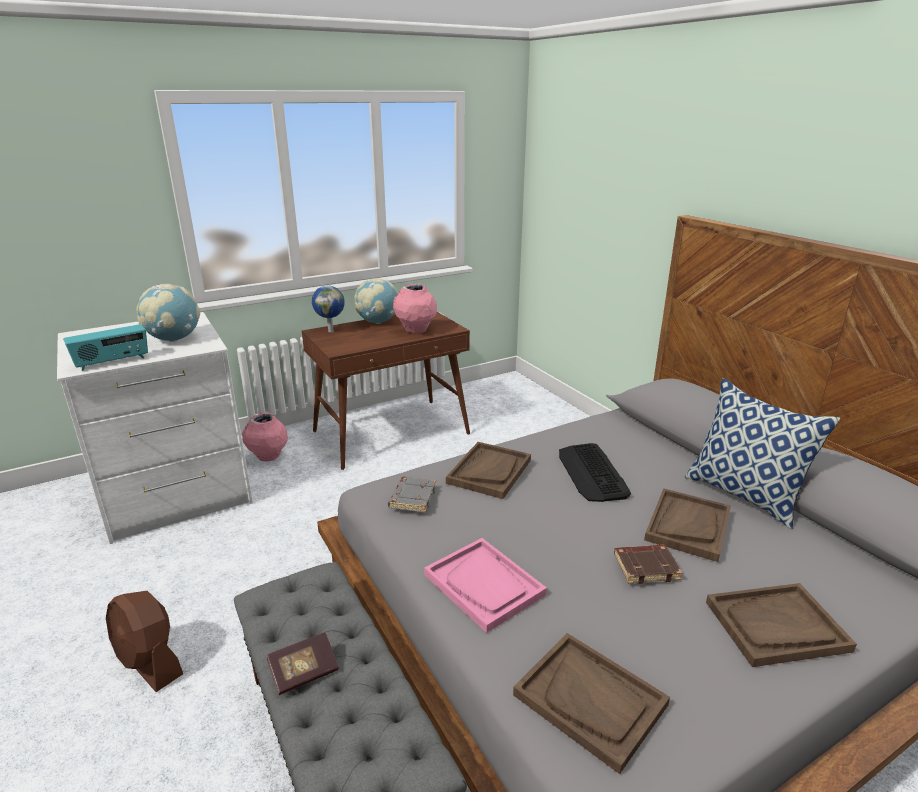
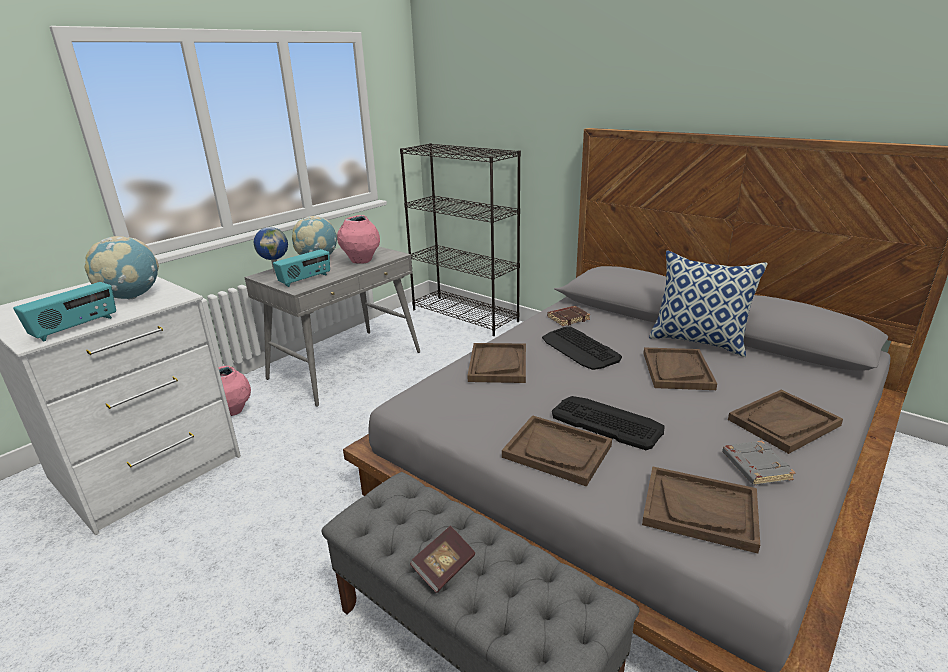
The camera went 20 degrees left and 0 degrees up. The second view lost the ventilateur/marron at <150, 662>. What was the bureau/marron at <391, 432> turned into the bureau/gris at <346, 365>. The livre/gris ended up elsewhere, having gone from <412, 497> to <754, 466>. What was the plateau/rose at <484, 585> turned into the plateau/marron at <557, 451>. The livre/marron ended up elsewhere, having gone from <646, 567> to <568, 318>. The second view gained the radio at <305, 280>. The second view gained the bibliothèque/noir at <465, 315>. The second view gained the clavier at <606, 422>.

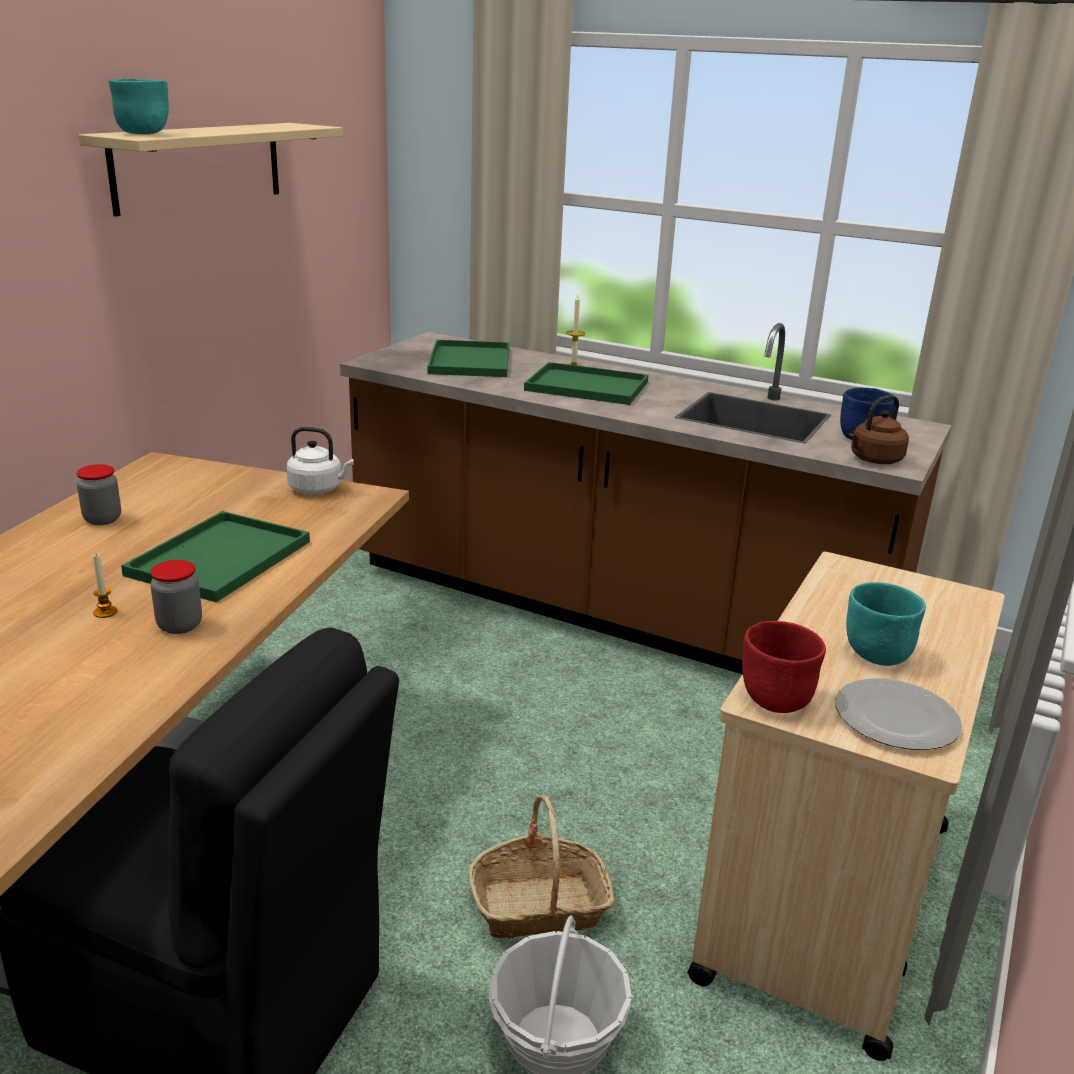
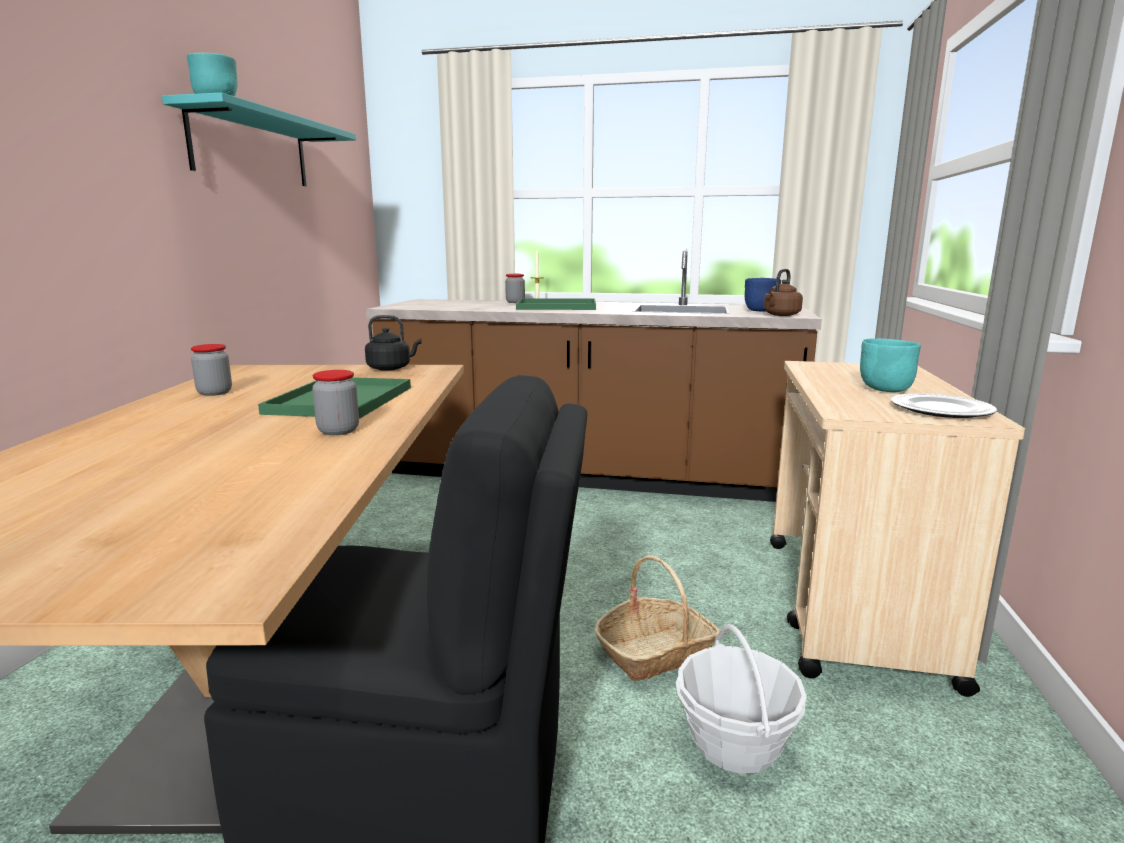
The camera went 15 degrees left and 10 degrees down. What was the étagère/beige at <199, 166> turned into the étagère/turquoise at <251, 149>. The second view lost the bougie at <105, 612>. What was the bouilloire/blanc at <318, 489> turned into the bouilloire/noir at <391, 368>. The second view lost the plateau/vert at <471, 362>. The second view lost the bol/rouge at <774, 701>. The second view gained the bocal at <515, 302>.

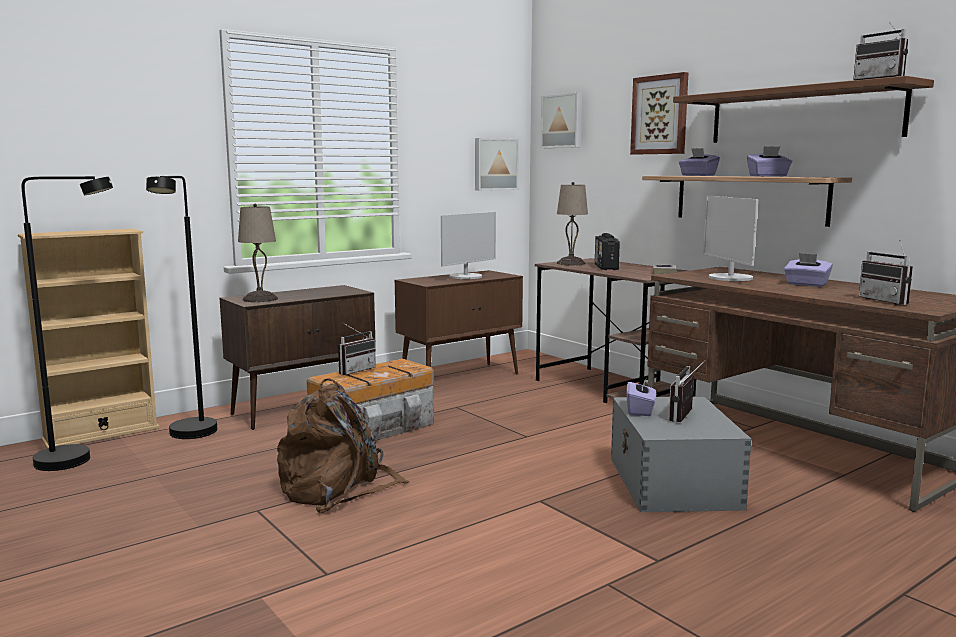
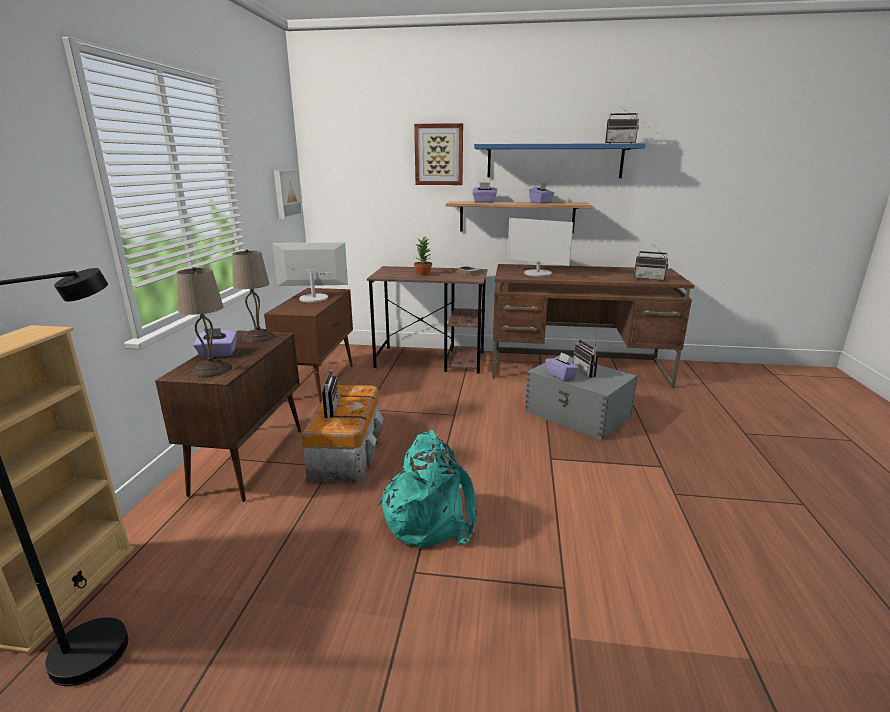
The camera went 45 degrees left and 10 degrees up. The second view lost the lampadaire/noir at <191, 436>. What was the sac à dos/marron at <338, 489> turned into the sac à dos/turquoise at <430, 517>. The écran d'ordinateur at <466, 276> ended up facing another way, 90 degrees counterclockwise from before. The second view lost the tableau at <563, 121>. The lampe de table/beige ended up elsewhere, having gone from <570, 263> to <257, 337>. Where the radio stood at <606, 267>, the plante en pot came to stand at <423, 274>. What was the étagère/marron at <802, 115> turned into the étagère/bleu at <554, 161>. The boîte à mouchoirs/violet ended up elsewhere, having gone from <806, 284> to <217, 354>.

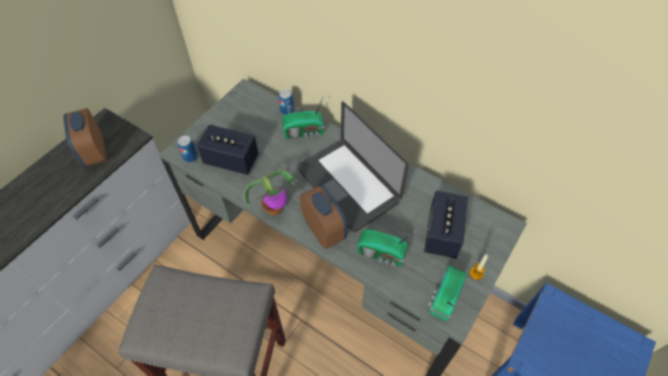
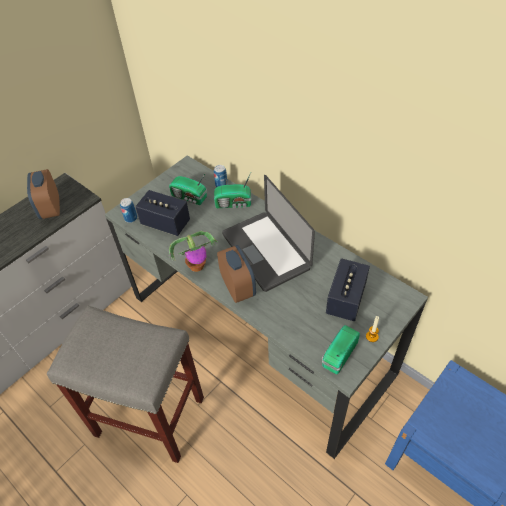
The camera went 10 degrees right and 5 degrees down. The radio ended up elsewhere, having gone from <382, 254> to <189, 197>.

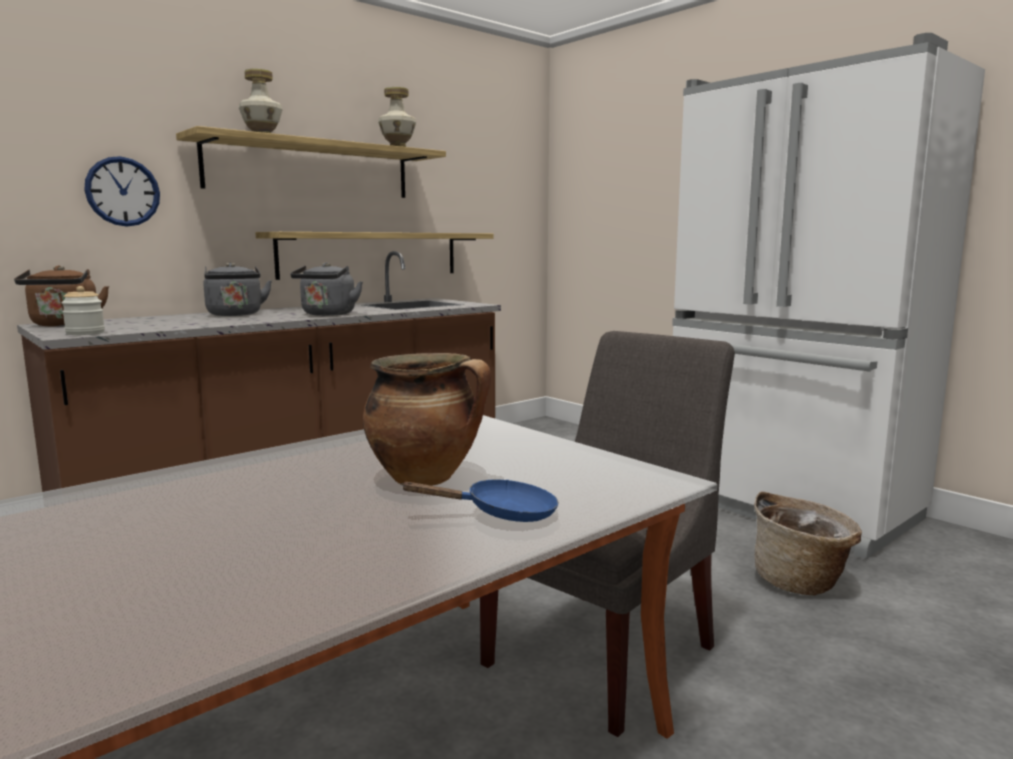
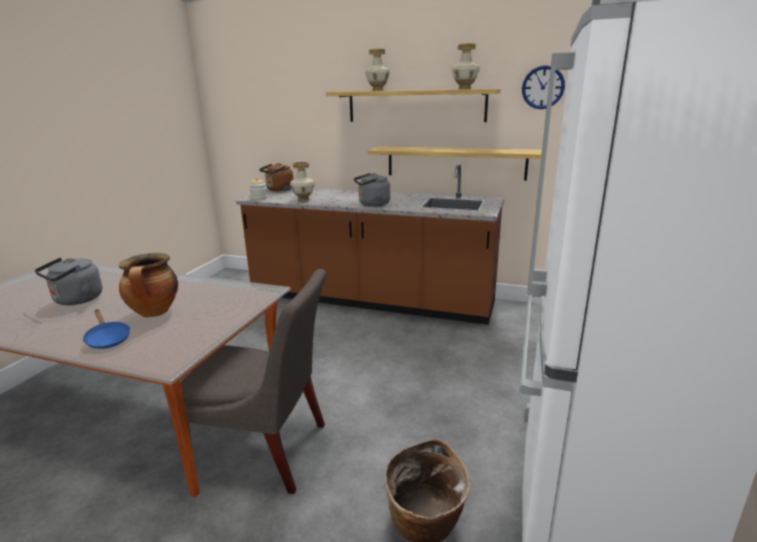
The camera went 60 degrees right and 10 degrees up. The horloge murale ended up elsewhere, having gone from <123, 191> to <543, 87>. The bouilloire/gris ended up elsewhere, having gone from <235, 315> to <76, 300>. The second view gained the vase at <304, 200>.

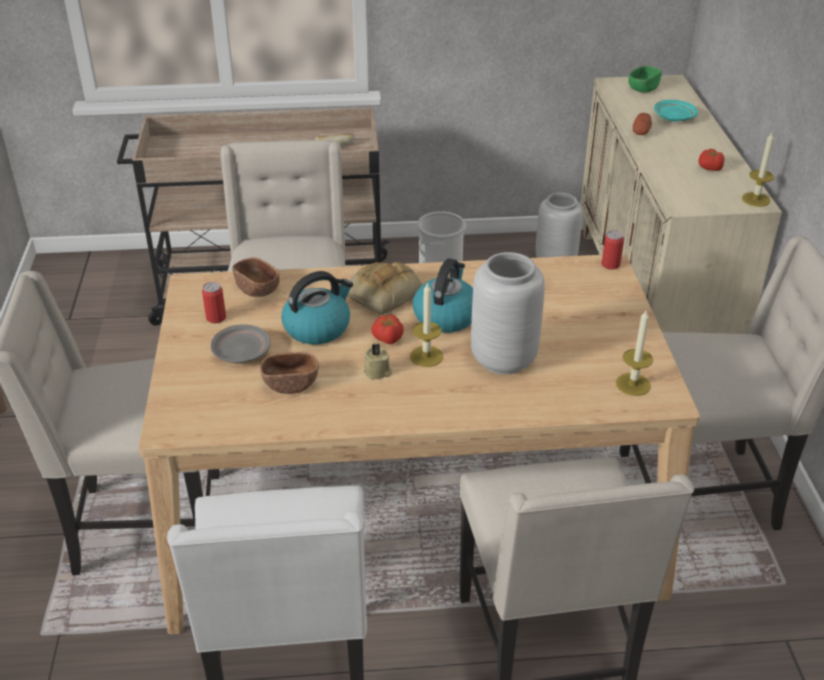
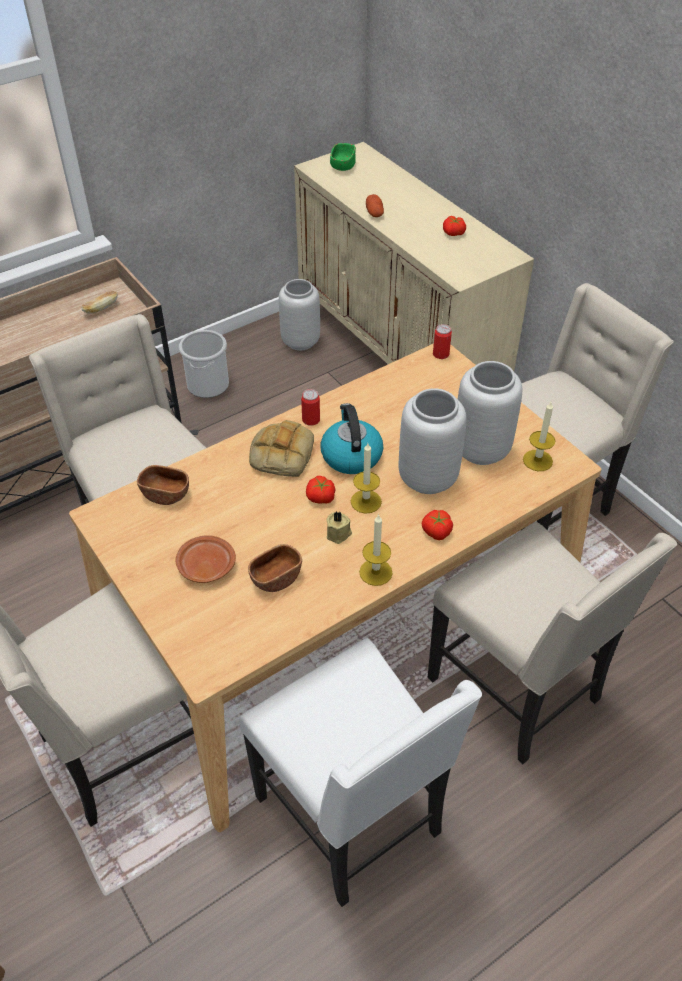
The camera went 30 degrees left and 10 degrees up. The boîte métallique ended up elsewhere, having gone from <216, 318> to <311, 420>. What was the assiette/gris at <241, 352> turned into the assiette/marron at <205, 566>. The second view lost the bouilloire at <318, 327>. The second view lost the assiette/turquoise at <673, 117>. The bougie ended up elsewhere, having gone from <756, 199> to <375, 572>. The second view gained the tomate at <436, 531>. The second view gained the vase/gris at <482, 451>.

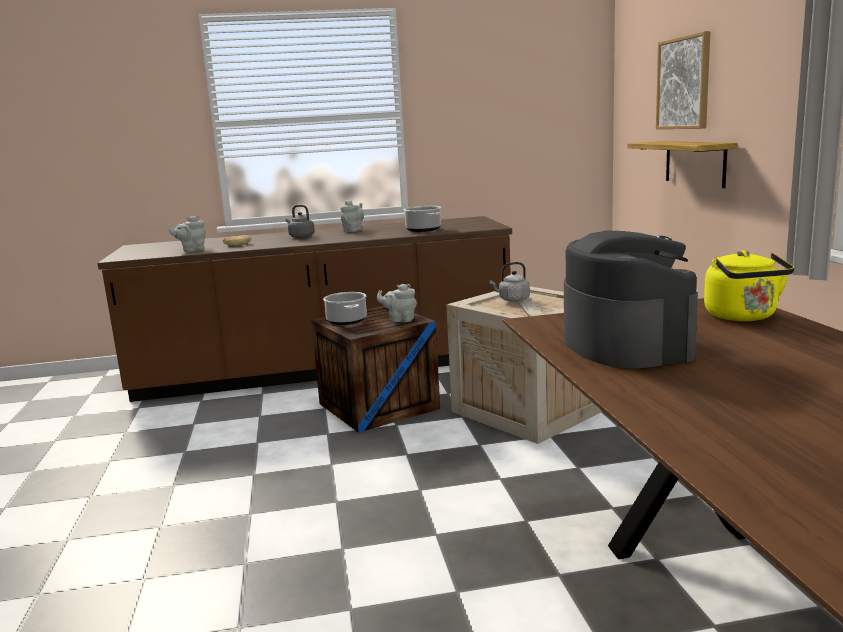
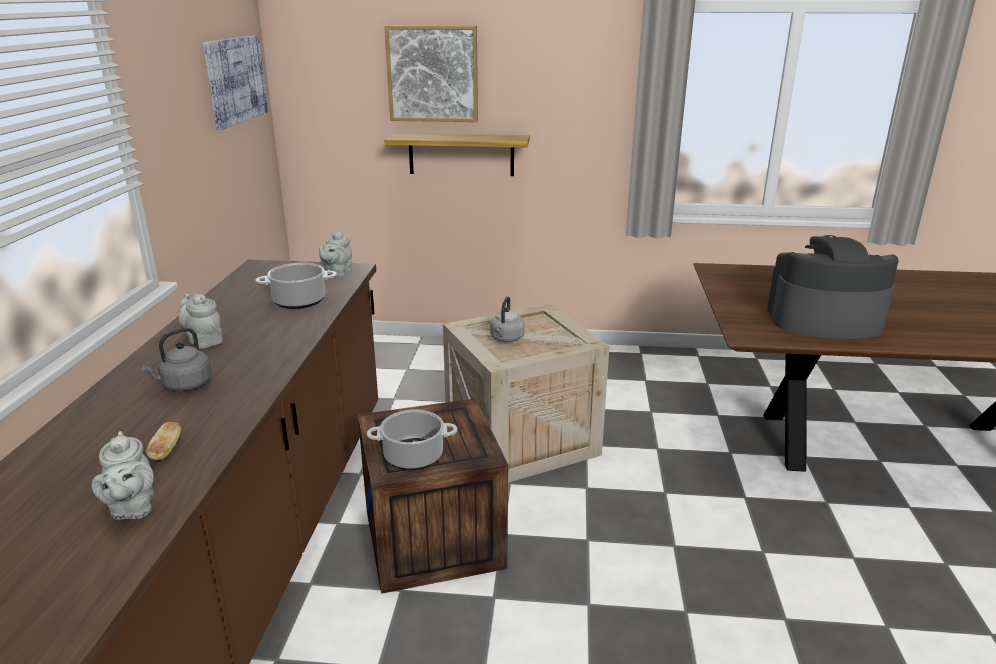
The camera went 75 degrees left and 10 degrees up. The théière/gris ended up elsewhere, having gone from <400, 320> to <337, 274>. The second view lost the bouilloire/jaune at <743, 317>. The second view gained the tableau at <235, 80>.

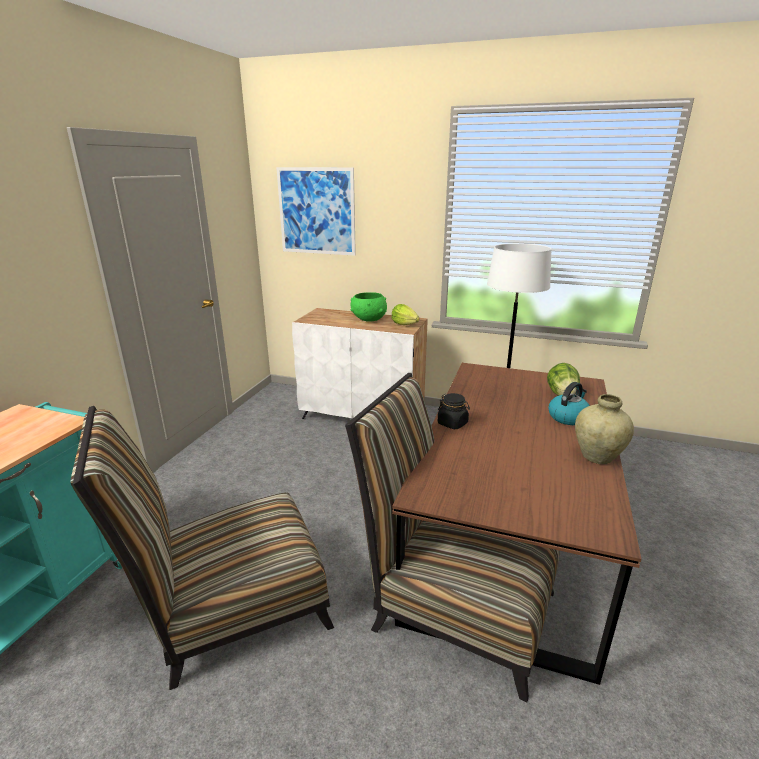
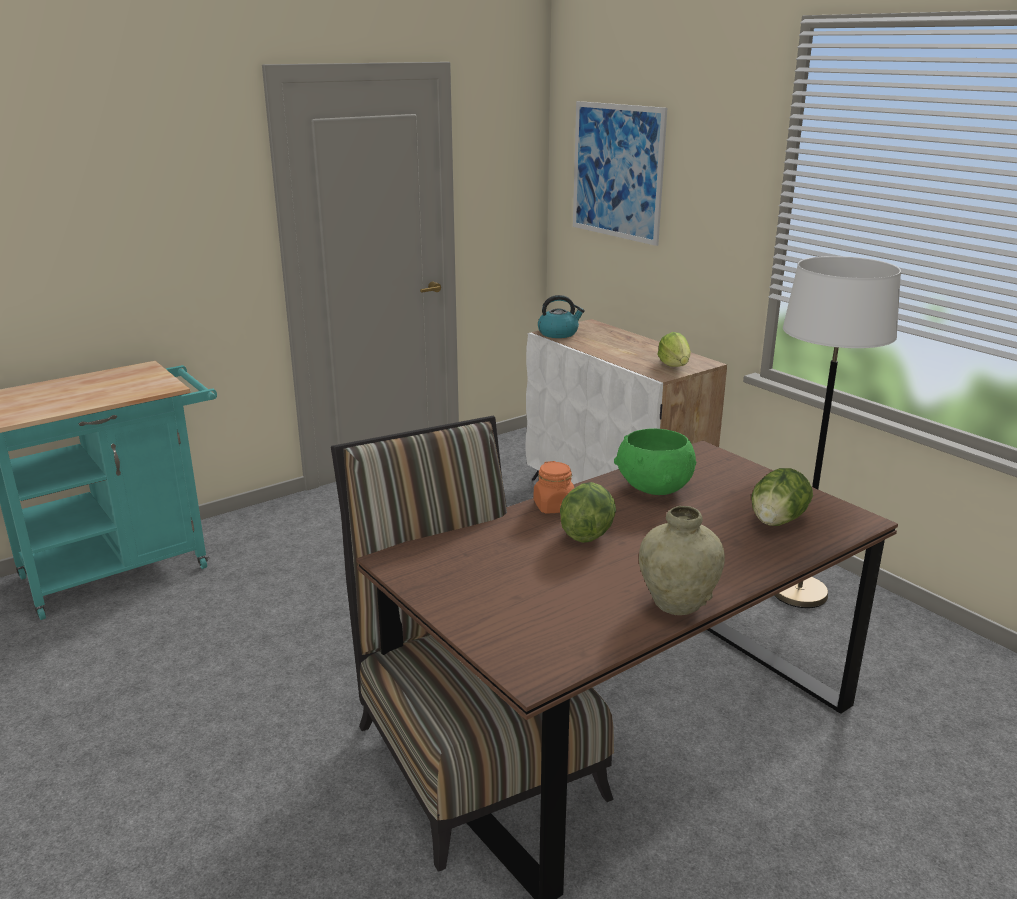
The camera went 35 degrees right and 0 degrees up. The second view lost the chaise at <230, 608>. The bol/vert ended up elsewhere, having gone from <368, 319> to <654, 488>. What was the bocal/noir at <452, 423> turned into the bocal/orange at <554, 506>. The bouilloire ended up elsewhere, having gone from <568, 417> to <558, 333>. The second view gained the laitue at <587, 534>.

